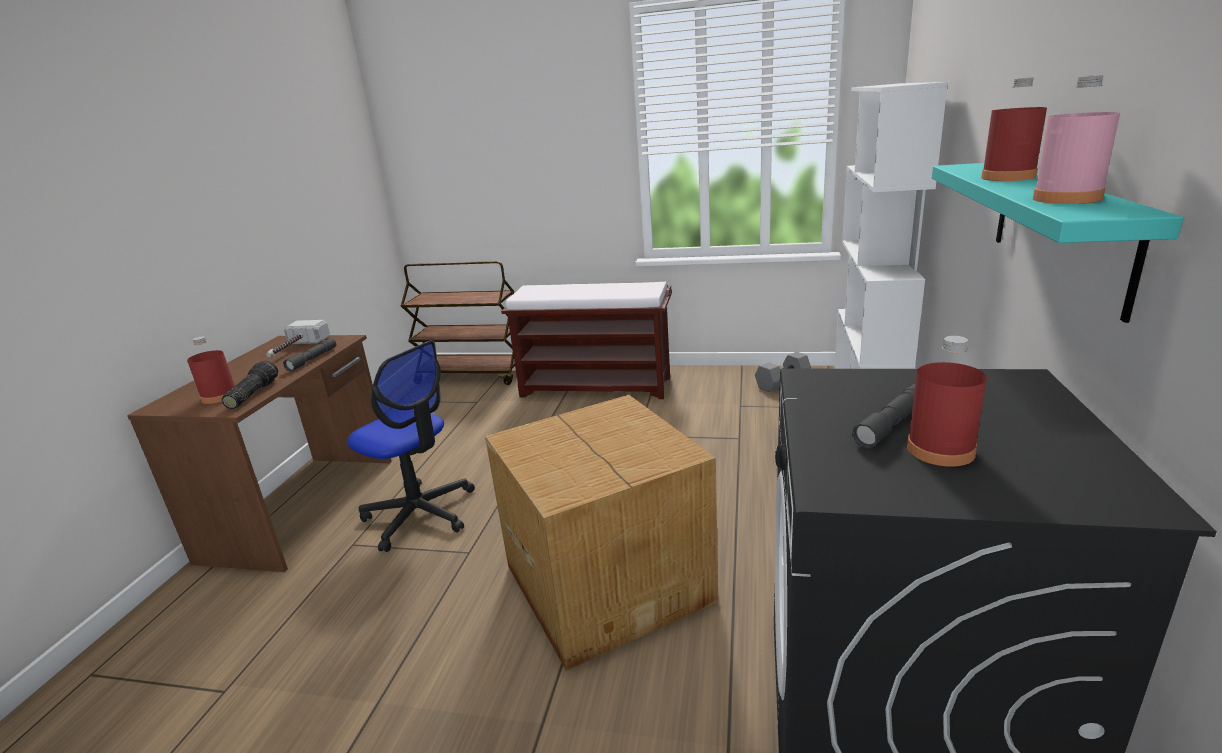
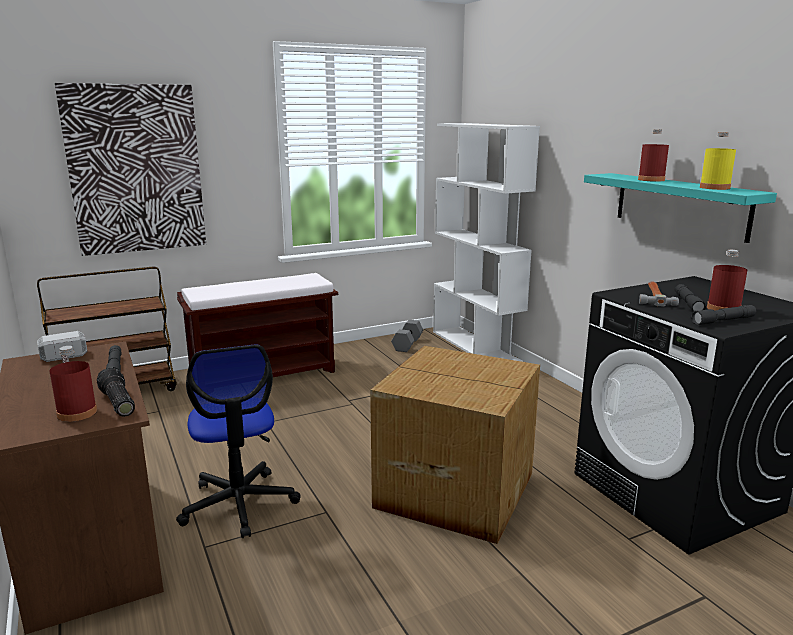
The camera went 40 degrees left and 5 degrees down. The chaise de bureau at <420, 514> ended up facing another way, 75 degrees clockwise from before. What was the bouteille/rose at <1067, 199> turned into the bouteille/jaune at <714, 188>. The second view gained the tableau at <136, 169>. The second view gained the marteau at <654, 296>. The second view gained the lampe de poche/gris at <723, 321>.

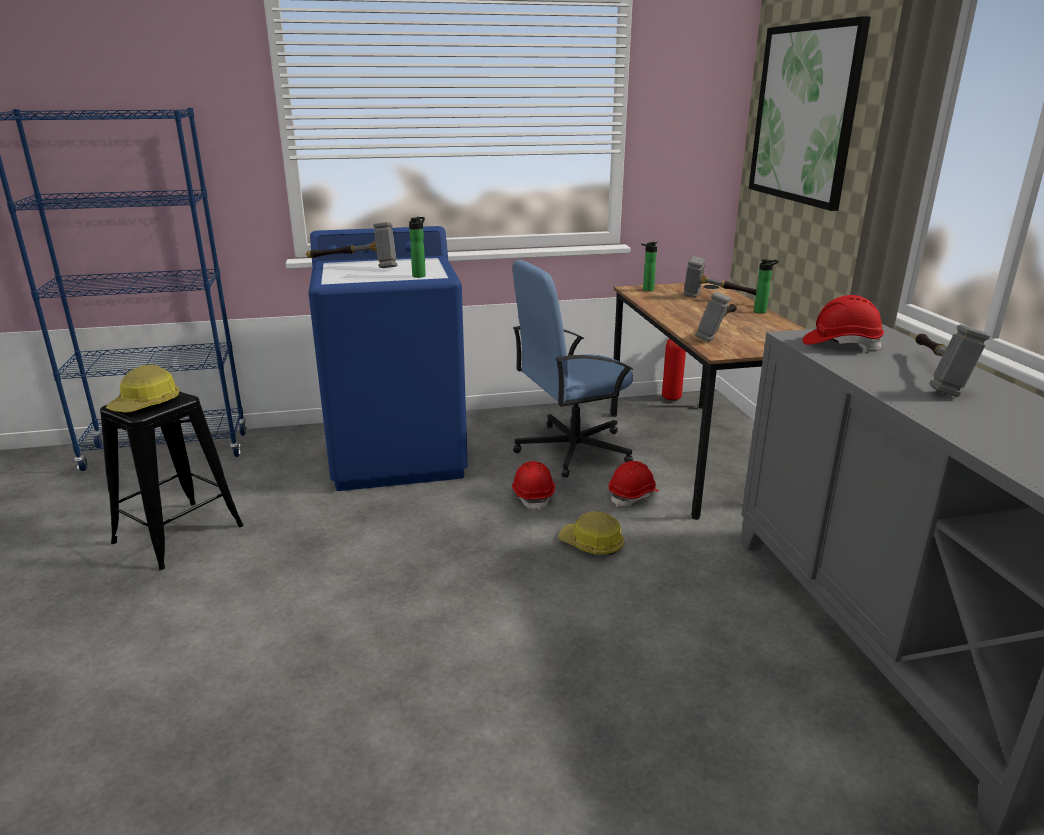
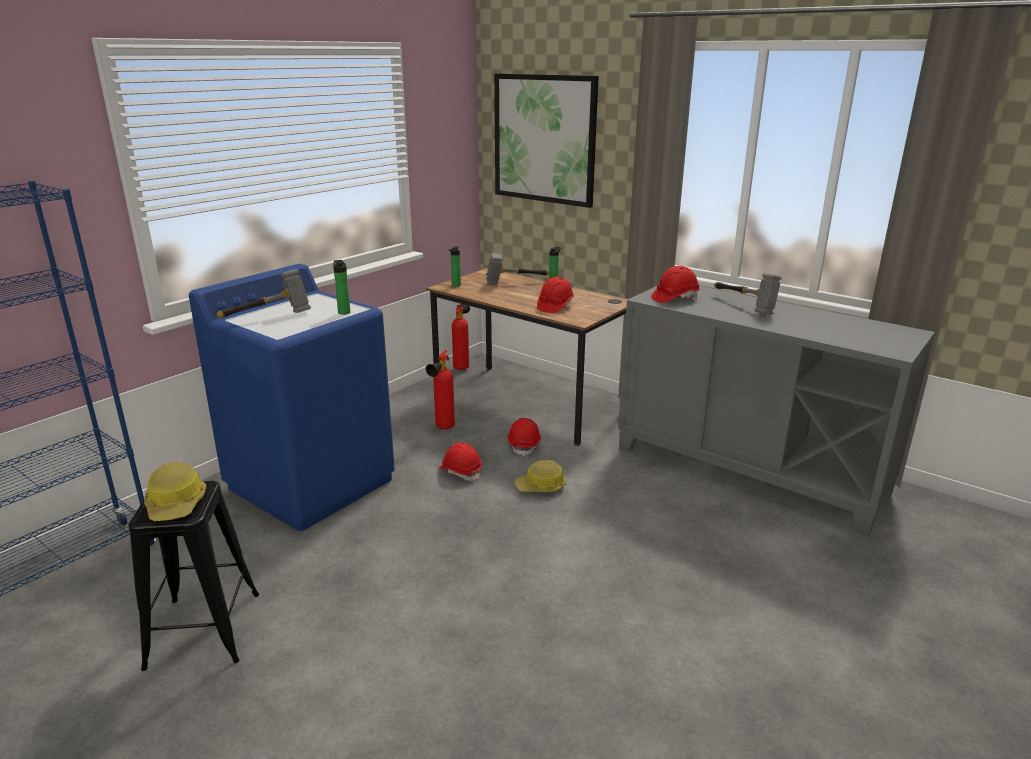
The camera went 40 degrees left and 0 degrees up. Where the chaise de bureau/bleu stood at <572, 449>, the extincteur came to stand at <442, 429>. Where the marteau stood at <719, 331>, the casque de chantier/rouge came to stand at <555, 306>.

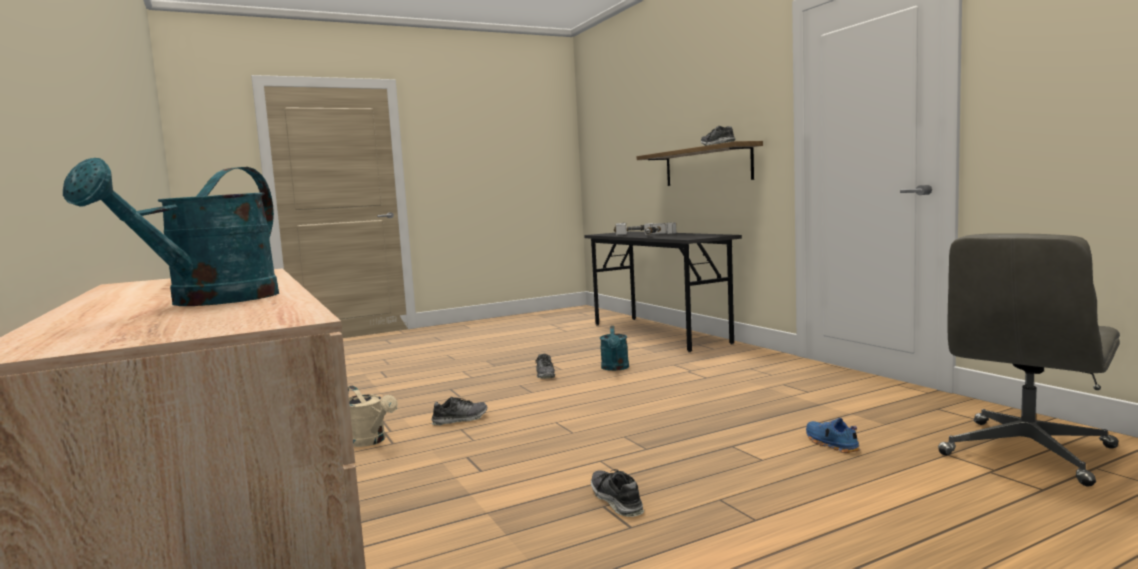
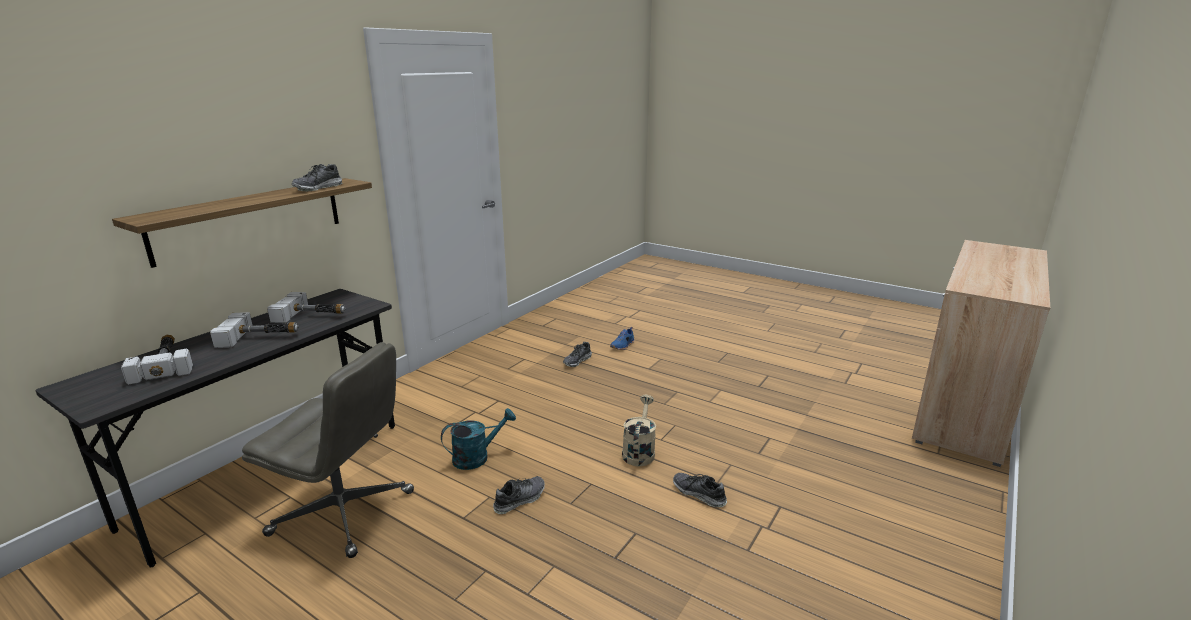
The camera went 120 degrees left and 15 degrees up. The second view lost the arrosoir/turquoise at <211, 301>. The arrosoir/beige ended up elsewhere, having gone from <370, 441> to <639, 451>. The chaussure ended up elsewhere, having gone from <616, 501> to <577, 361>. The chaise de bureau/gris ended up elsewhere, having gone from <1027, 452> to <344, 513>. The second view gained the marteau at <312, 315>.

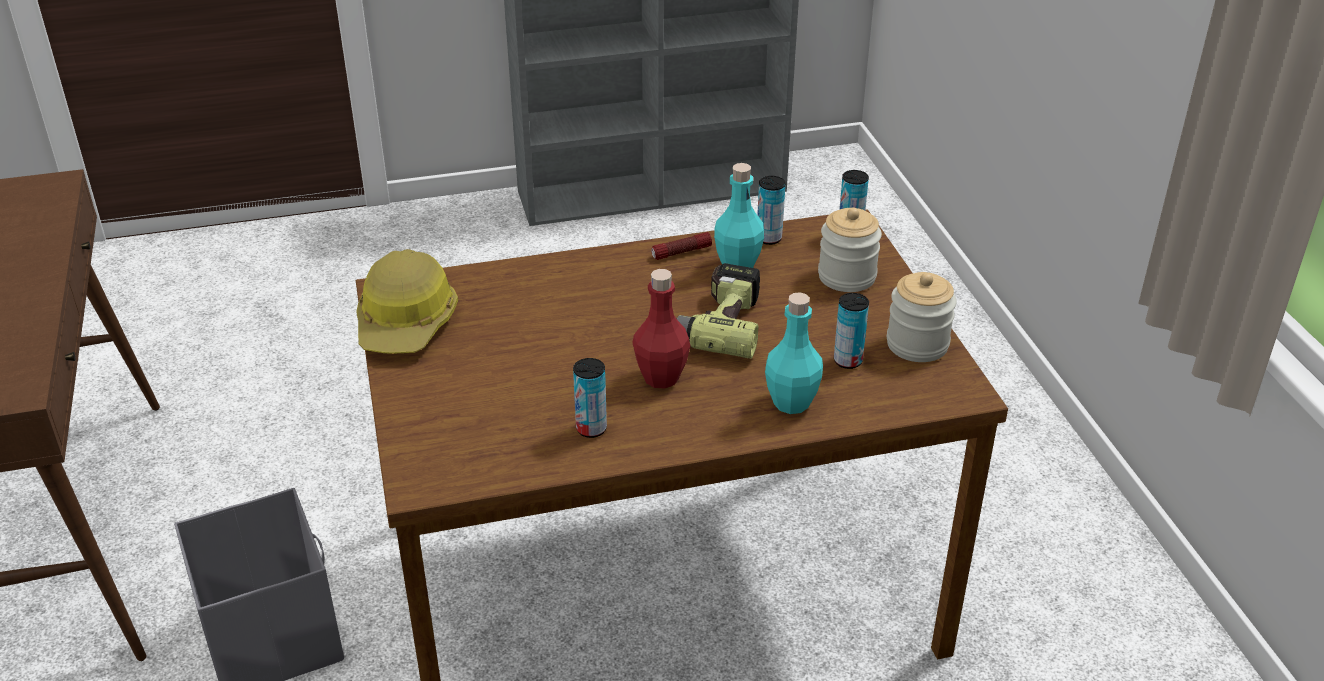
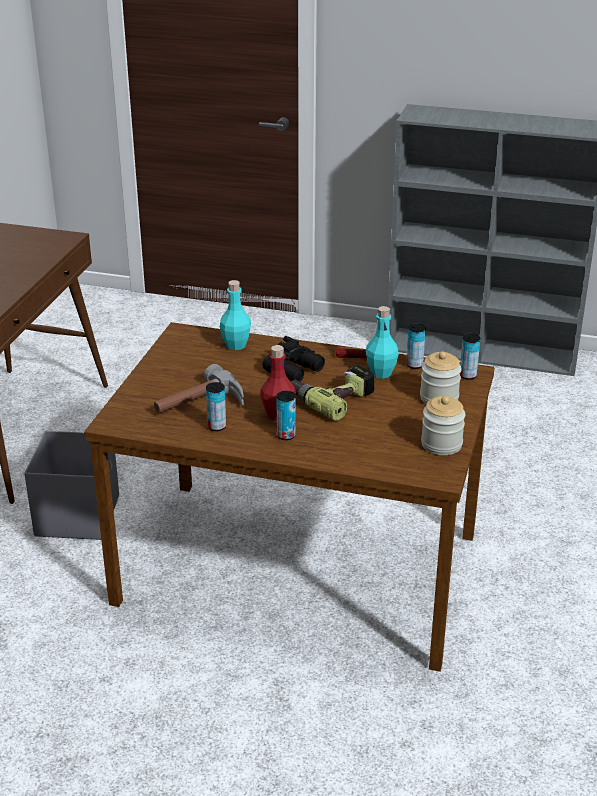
The camera went 30 degrees right and 5 degrees down. The second view lost the casque de chantier at <407, 323>. The bouteille/turquoise ended up elsewhere, having gone from <791, 402> to <236, 345>. The boîte métallique ended up elsewhere, having gone from <848, 361> to <286, 435>. The second view gained the marteau at <201, 405>. The second view gained the jumelles/noir at <295, 370>.

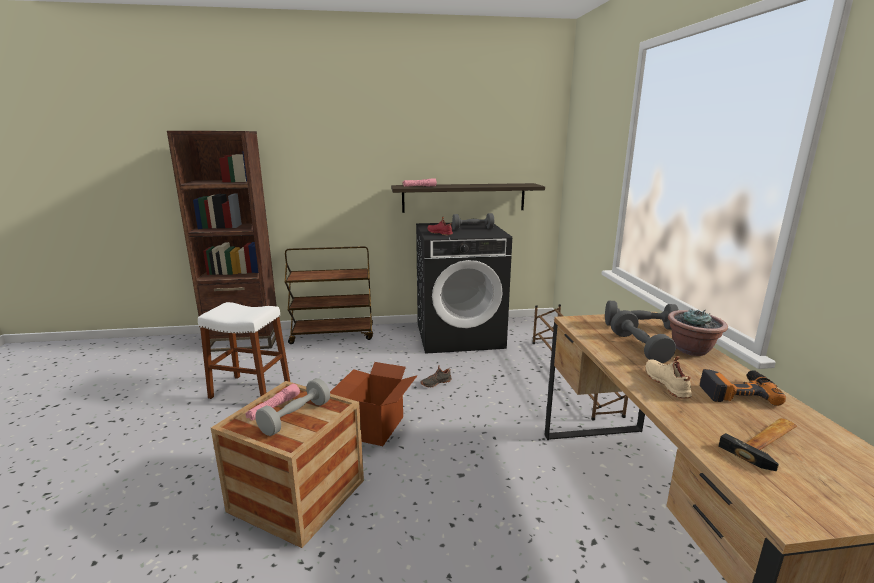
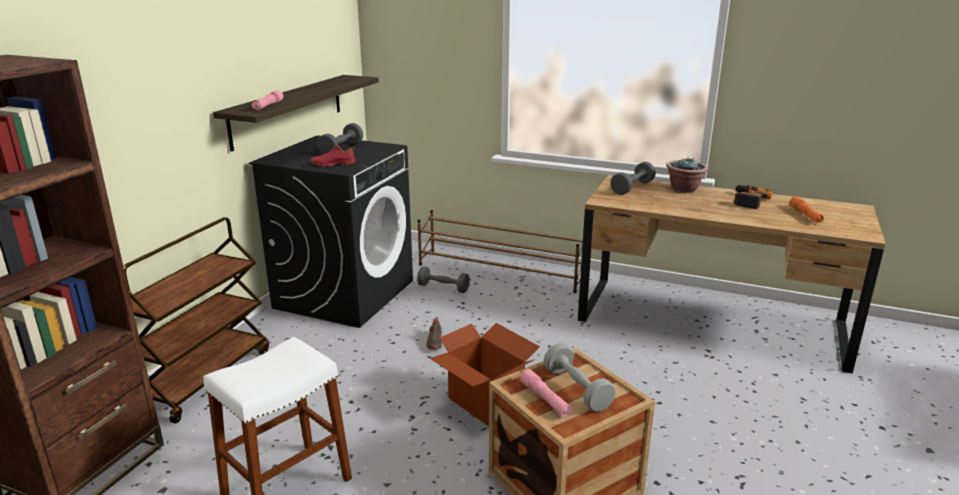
The camera went 60 degrees left and 5 degrees up. The haltère/gris ended up elsewhere, having gone from <639, 348> to <443, 288>. The second view lost the chaussure/beige at <668, 383>. Where the marteau stood at <768, 443>, the lampe de poche/orange came to stand at <805, 215>.

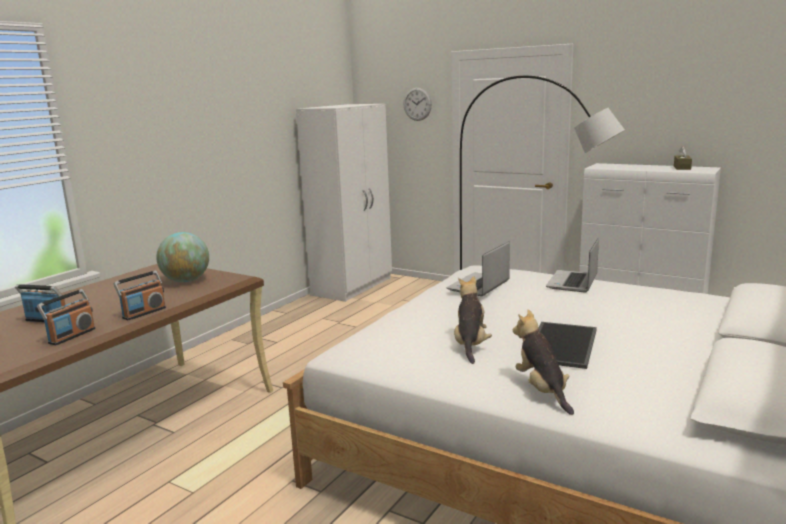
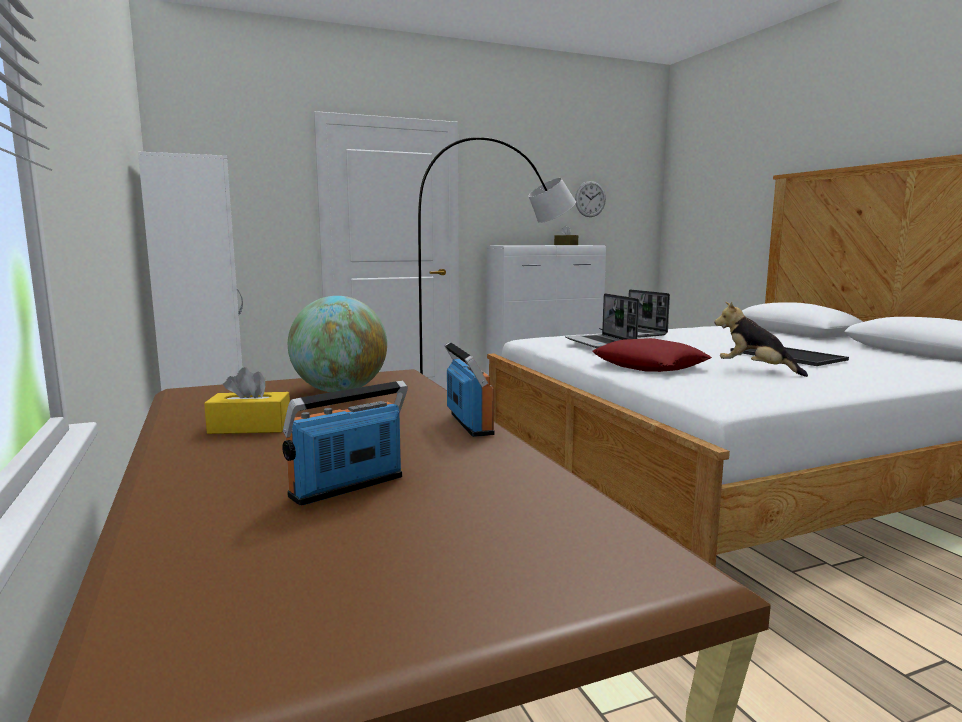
The camera went 55 degrees left and 5 degrees down. The second view lost the radio at <72, 336>. The horloge murale ended up elsewhere, having gone from <417, 104> to <590, 199>. The second view lost the peluche at <542, 390>. The second view gained the boîte à mouchoirs/jaune at <250, 427>. The second view gained the coussin/rouge at <649, 365>.

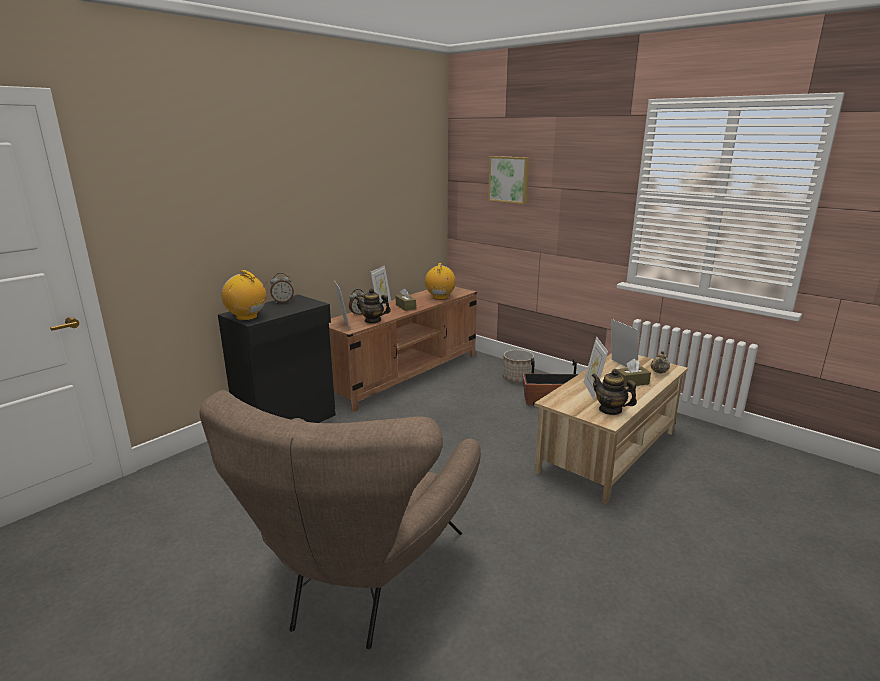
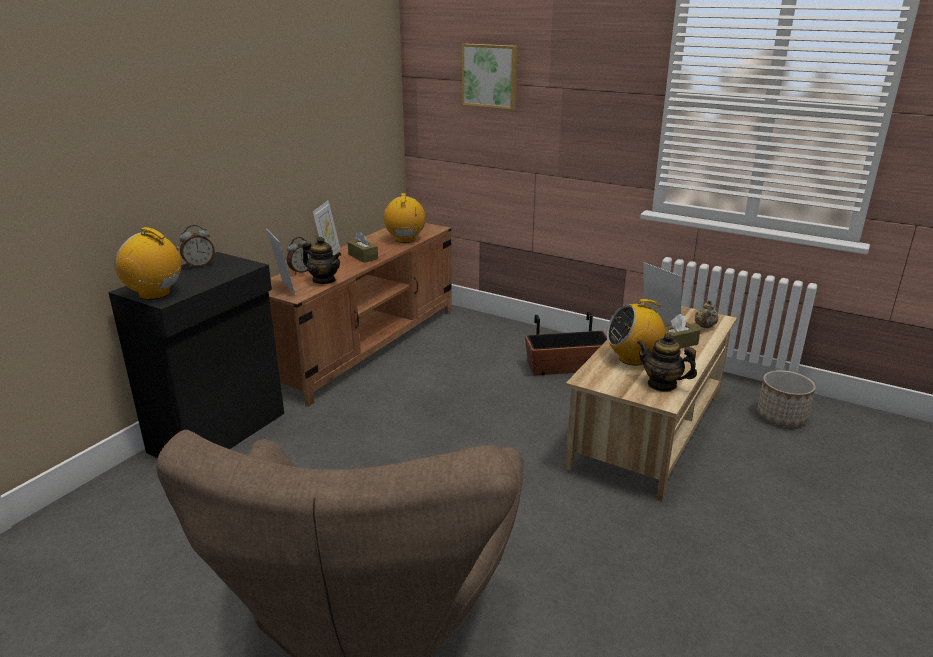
The camera went 10 degrees left and 5 degrees up. The théière at <373, 320> ended up facing another way, 150 degrees counterclockwise from before. The cache-pot ended up elsewhere, having gone from <517, 378> to <781, 416>. Where the cadre photo stood at <592, 390>, the radio came to stand at <632, 359>.

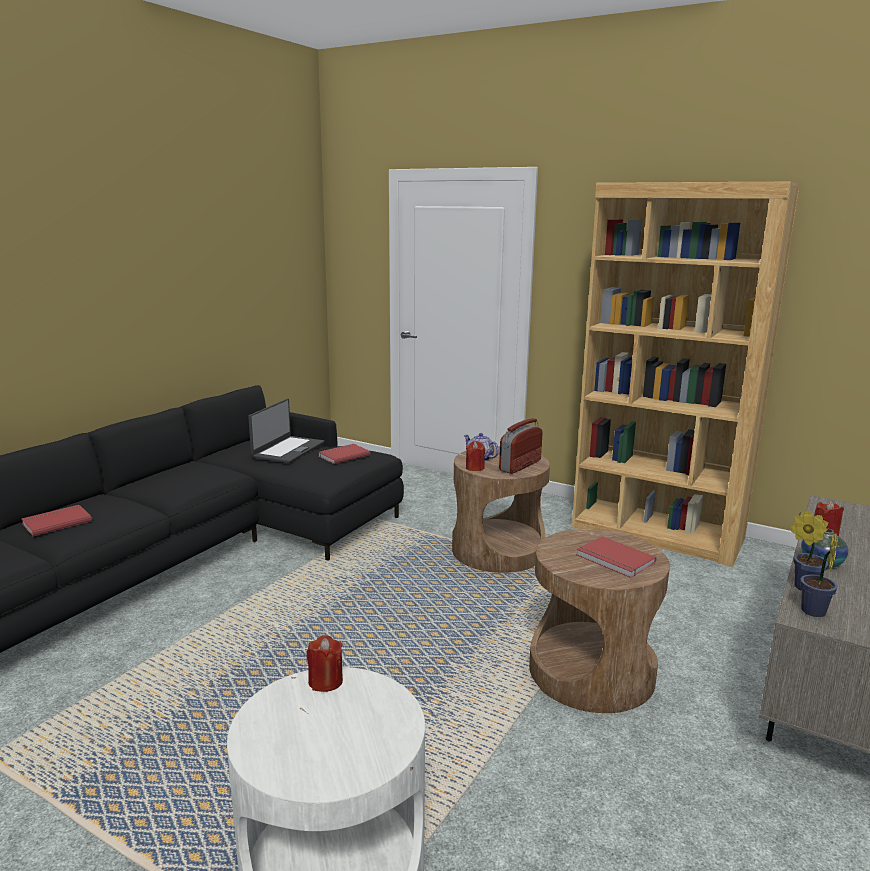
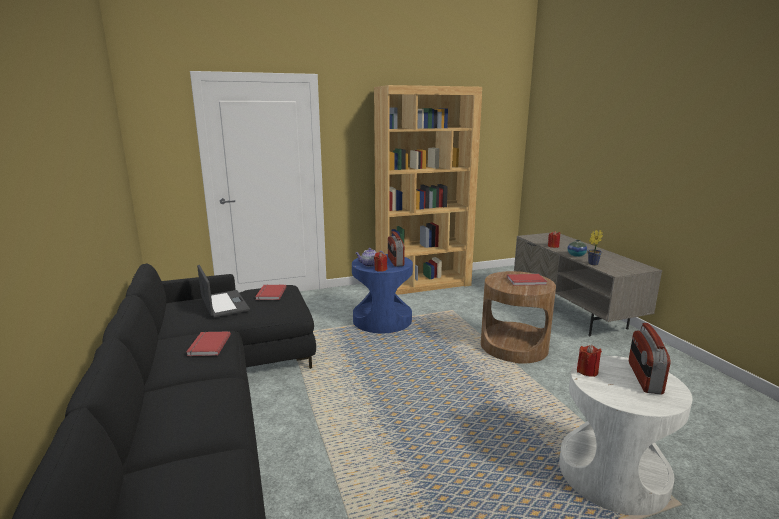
The camera went 50 degrees left and 0 degrees up. The livre/rouge ended up elsewhere, having gone from <56, 522> to <208, 345>. What was the table d'appoint/marron at <498, 551> turned into the table d'appoint/bleu at <382, 321>. The second view lost the plante en pot at <813, 613>. The second view gained the radio at <644, 378>.

